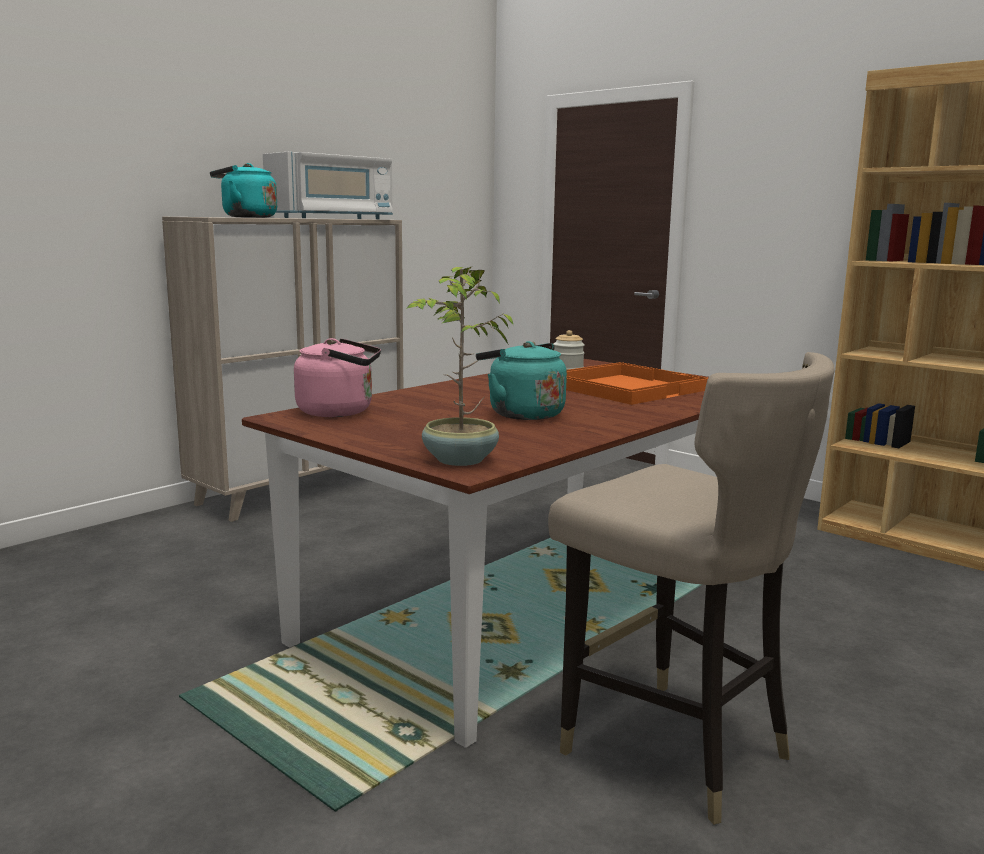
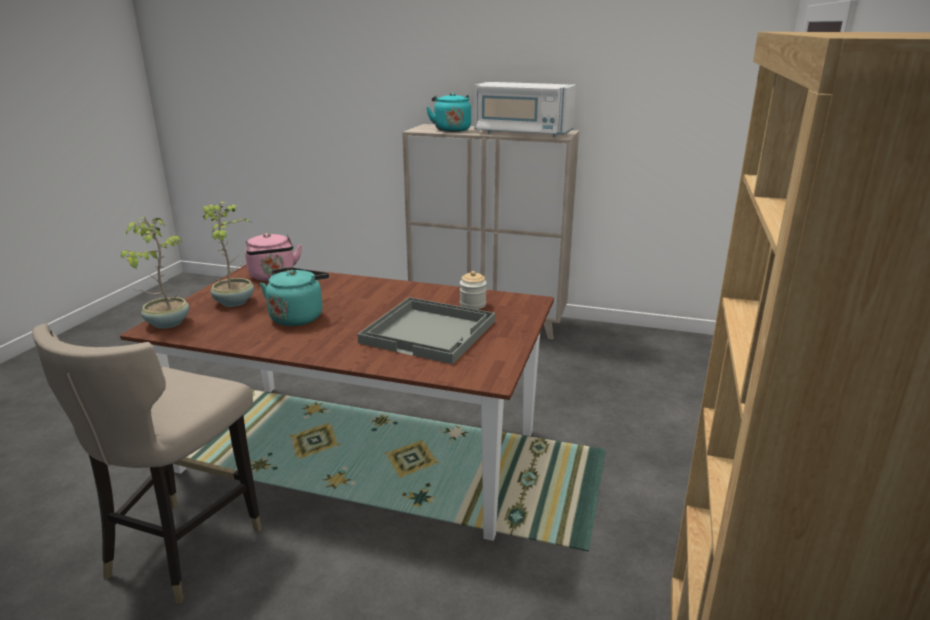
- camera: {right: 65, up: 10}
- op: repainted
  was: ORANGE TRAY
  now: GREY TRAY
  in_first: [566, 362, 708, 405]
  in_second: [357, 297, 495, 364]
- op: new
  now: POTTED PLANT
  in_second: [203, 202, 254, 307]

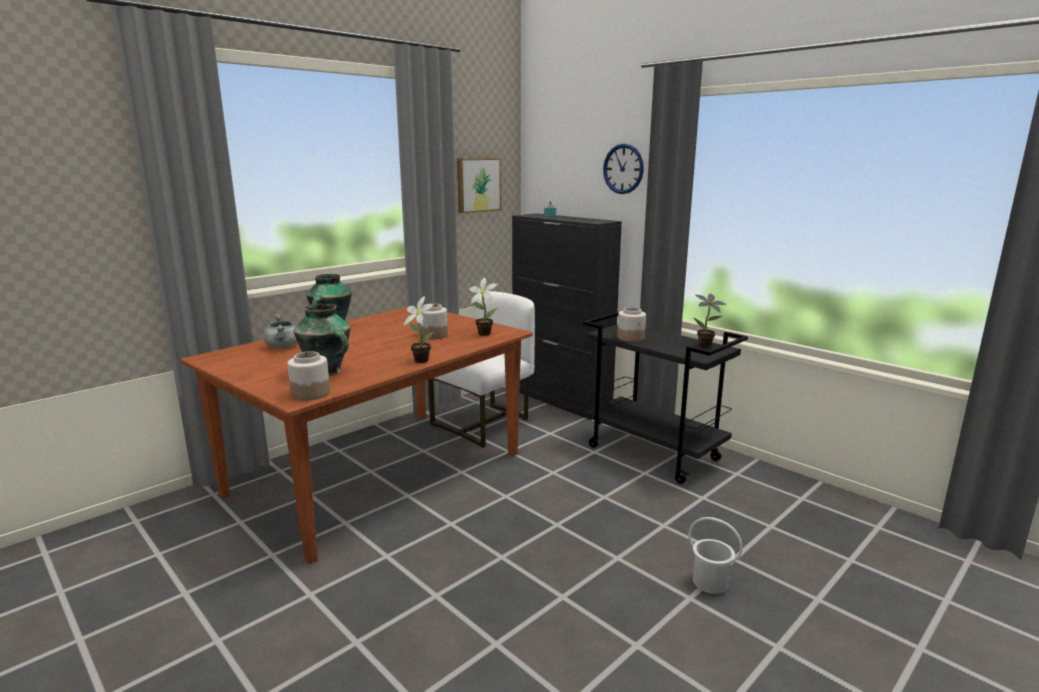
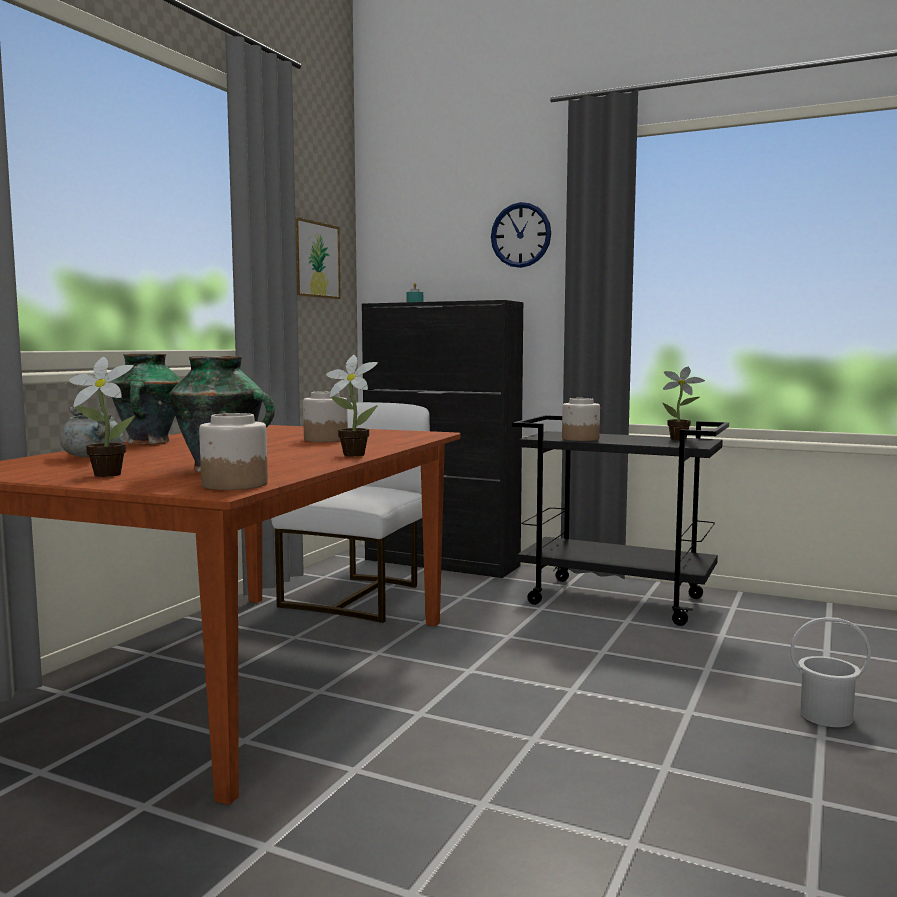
- camera: {right: -20, up: -10}
- op: shifted
  was: POTTED PLANT
  in_first: [469, 277, 498, 336]
  in_second: [69, 357, 135, 477]

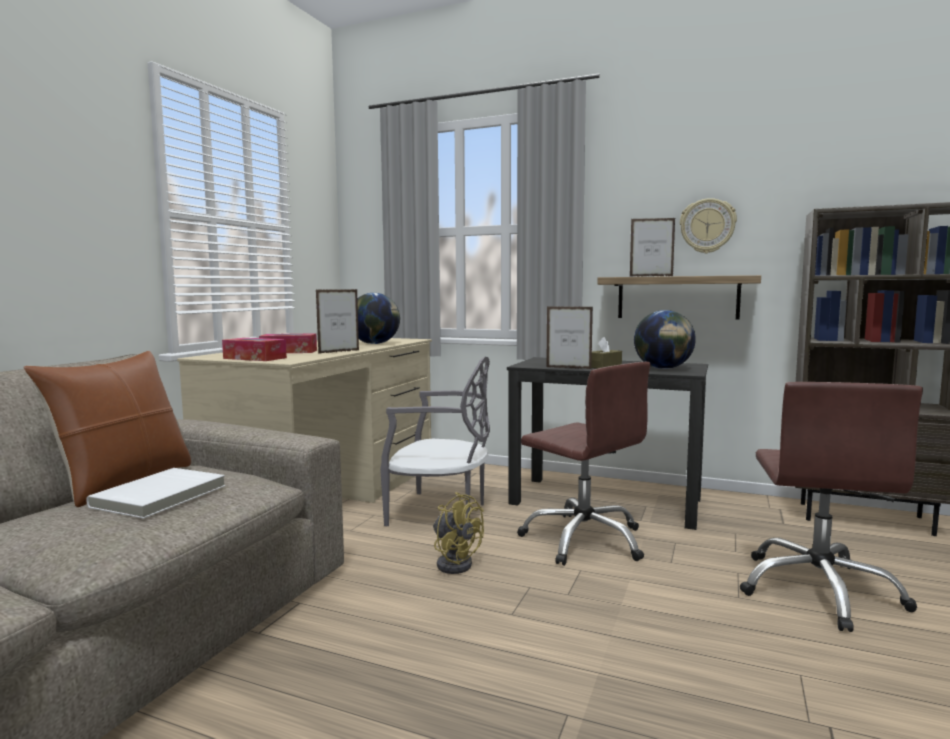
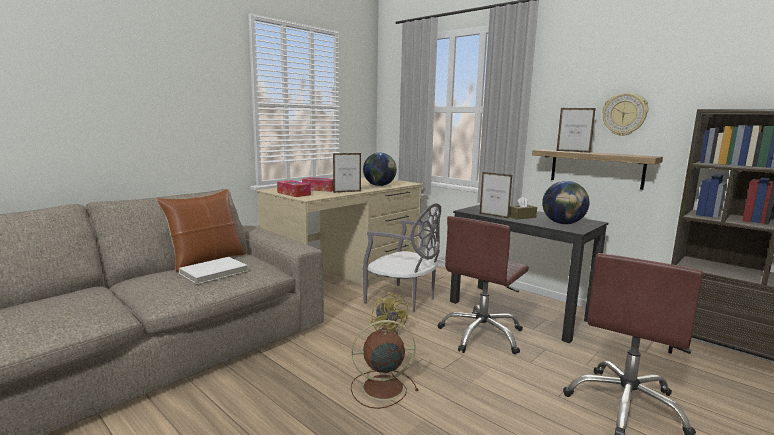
- camera: {right: 20, up: 5}
- op: rotated
  was: BROWN OFFICE CHAIR
  in_first: [517, 362, 650, 566]
  in_second: [437, 216, 529, 355]
  clockwise: 60
- op: new
  now: BROWN FAN
  in_second: [351, 320, 418, 409]

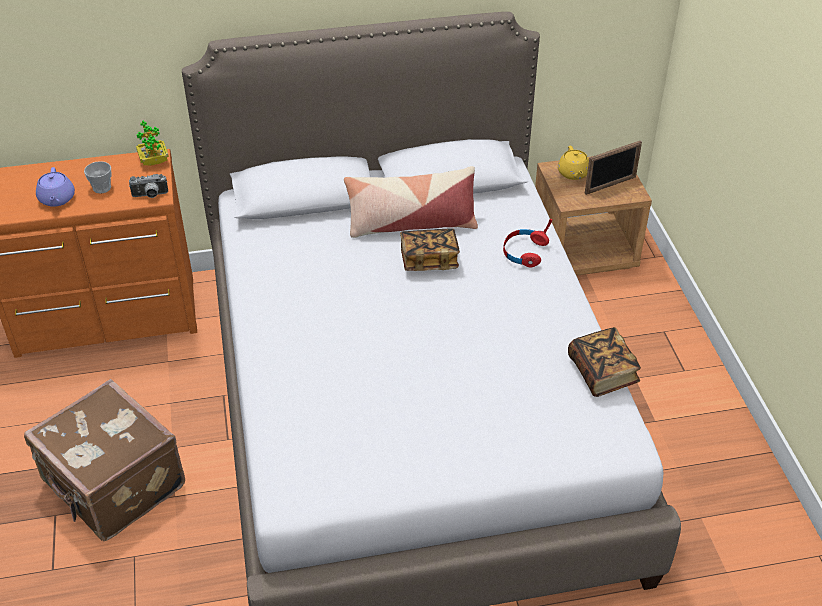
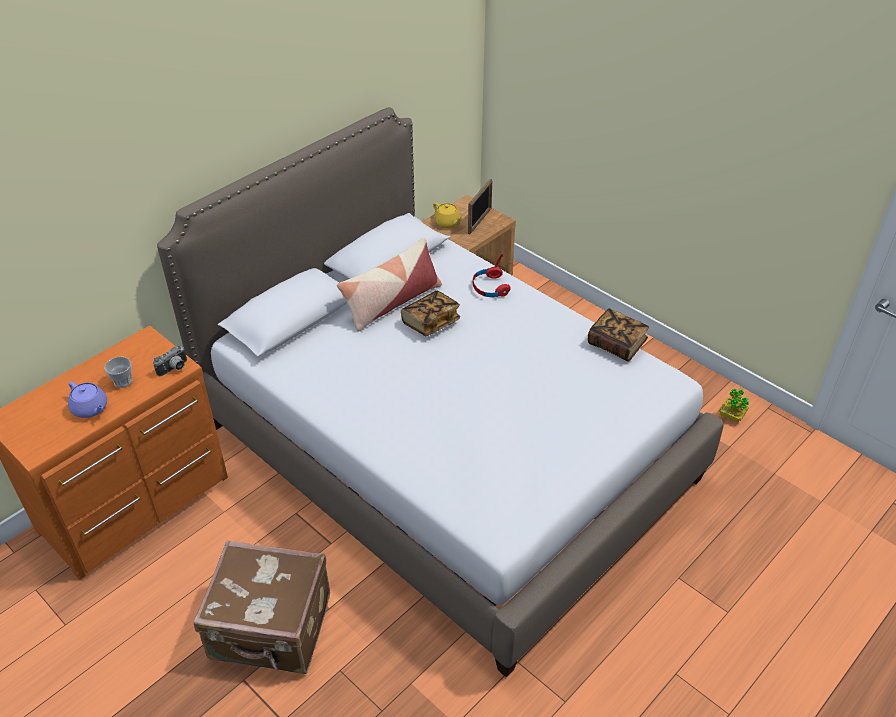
- camera: {right: -35, up: 0}
- op: shifted
  was: POTTED PLANT
  in_first: [136, 120, 169, 166]
  in_second: [719, 389, 749, 422]

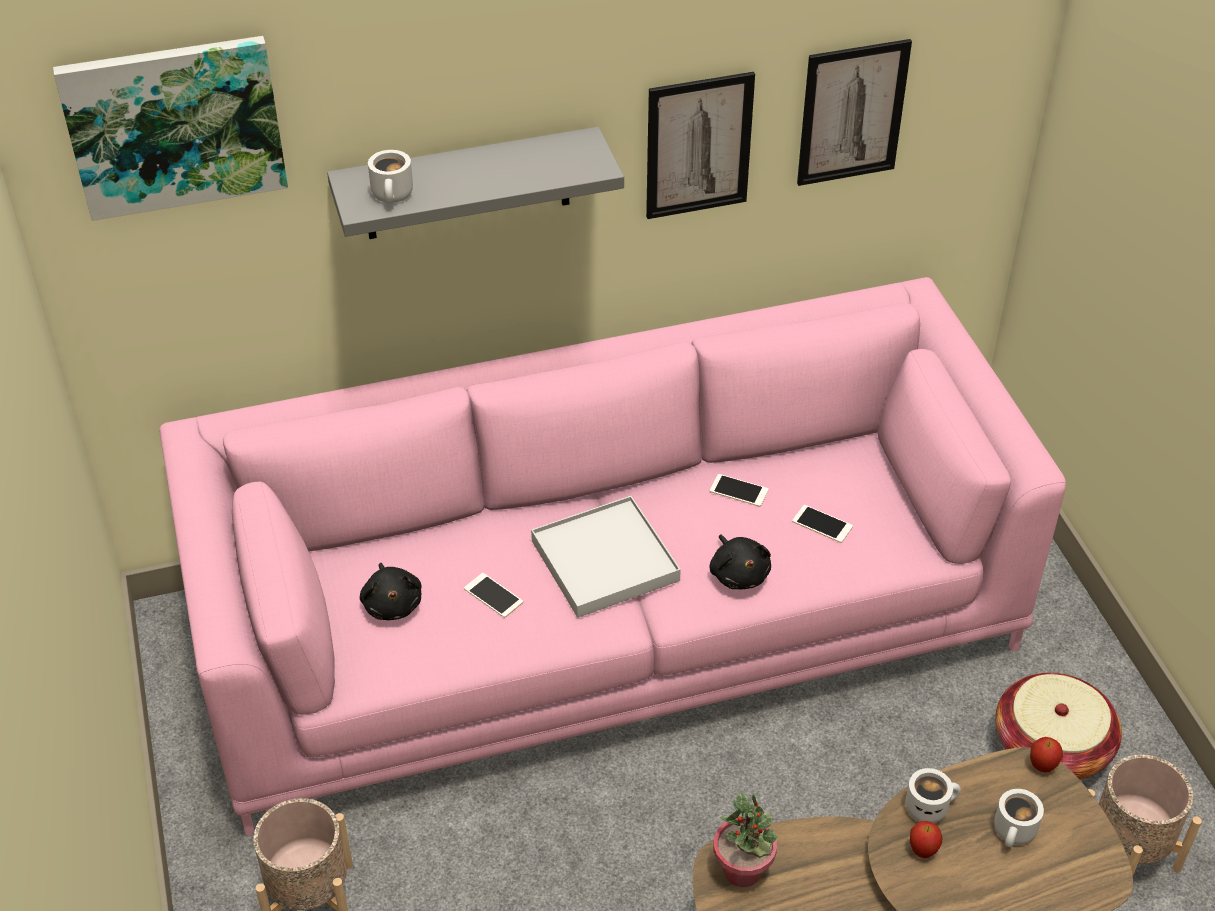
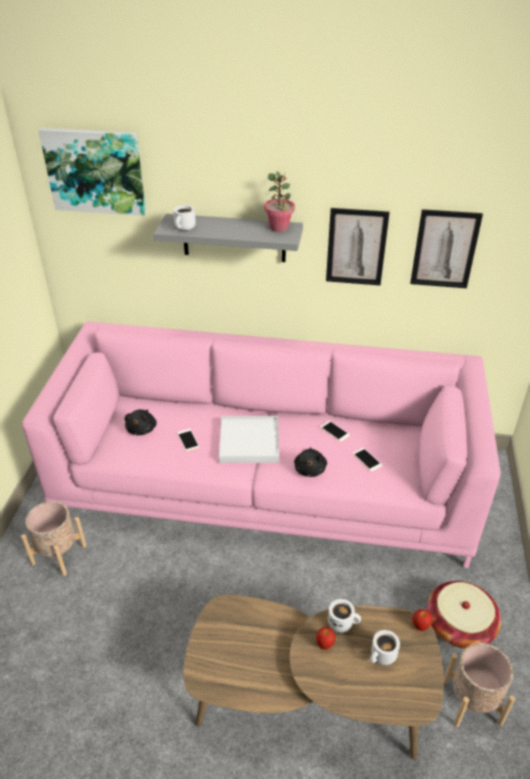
- camera: {right: 25, up: -5}
- op: shifted
  was: POTTED PLANT
  in_first: [713, 793, 778, 887]
  in_second: [264, 171, 295, 232]

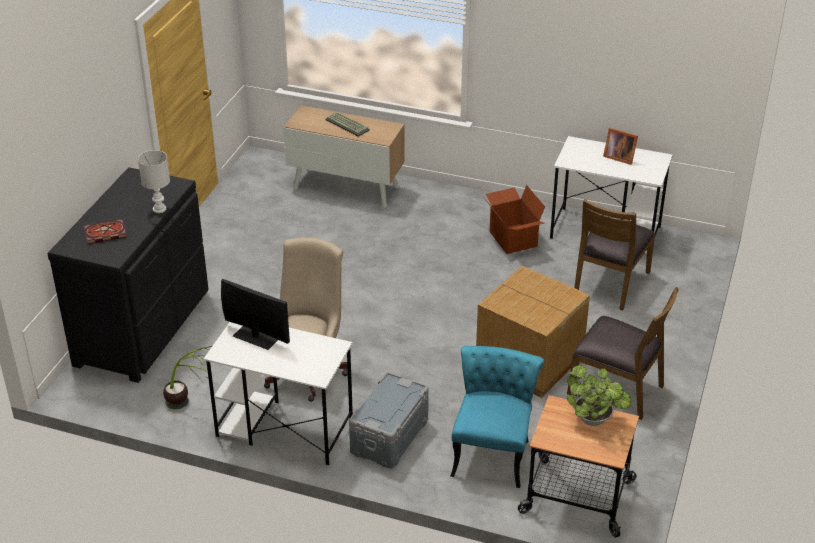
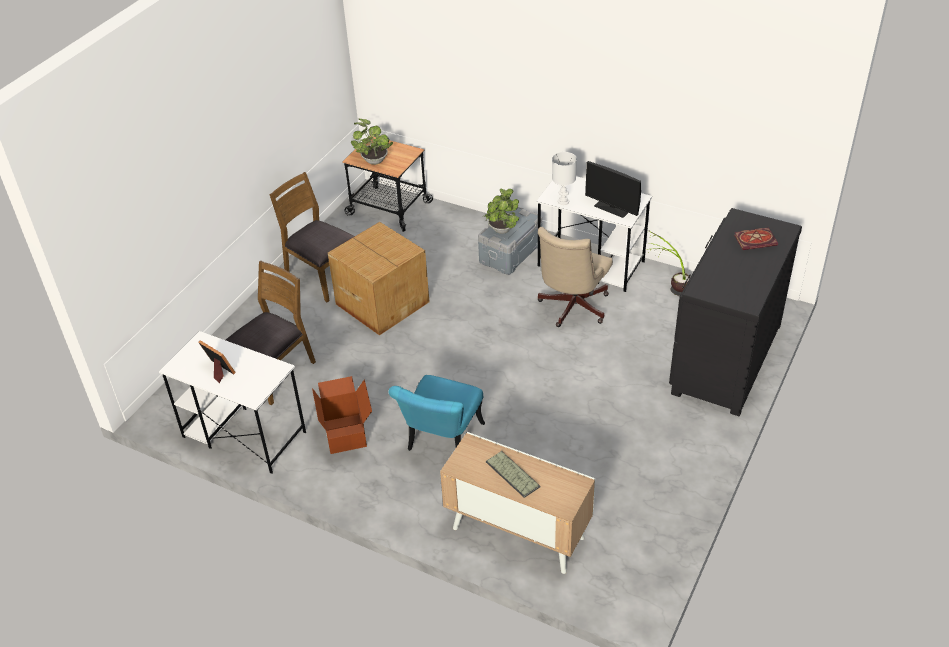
- camera: {right: -170, up: 5}
- op: shifted
  was: WHITE TABLE LAMP
  in_first: [138, 150, 170, 213]
  in_second: [552, 152, 577, 205]
- op: shifted
  was: TURQUOISE CHAIR
  in_first: [450, 346, 545, 488]
  in_second: [388, 375, 485, 451]
- op: new
  now: POTTED PLANT
  in_second: [482, 188, 519, 234]

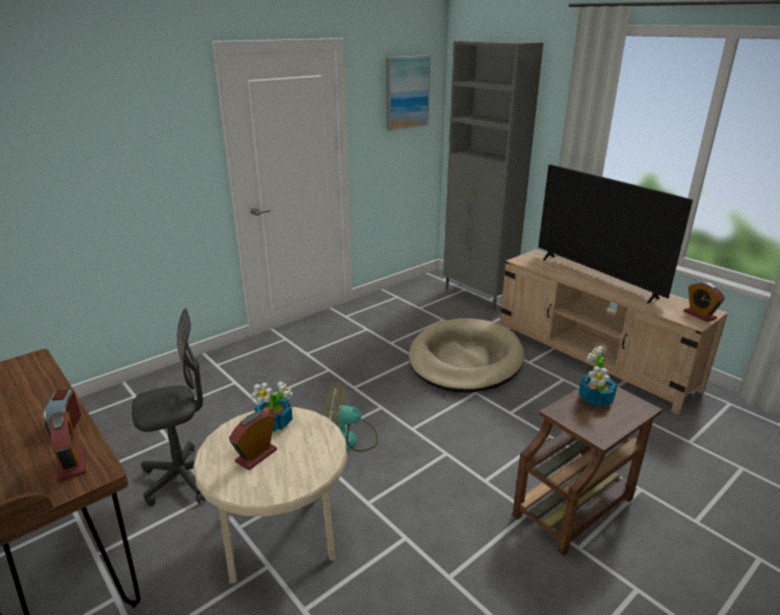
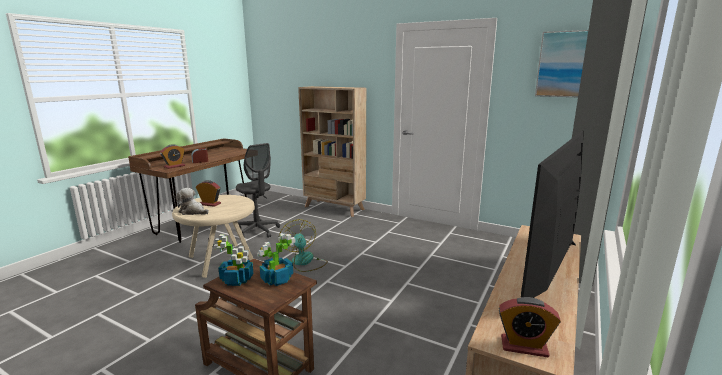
- camera: {right: 70, up: -10}
- op: shifted
  was: POTTED PLANT
  in_first: [251, 381, 293, 432]
  in_second: [214, 234, 253, 286]
- op: gone
  was: BEIGE DOG BED
  in_first: [409, 318, 524, 393]
- op: rotated
  was: ALARM CLOCK
  in_first: [684, 282, 725, 322]
  in_second: [499, 297, 561, 357]
  clockwise: -120
- op: new
  now: PLUSH TOY
  in_second: [176, 188, 209, 215]
- op: new
  now: BEIGE BOOKCASE
  in_second: [298, 86, 366, 217]

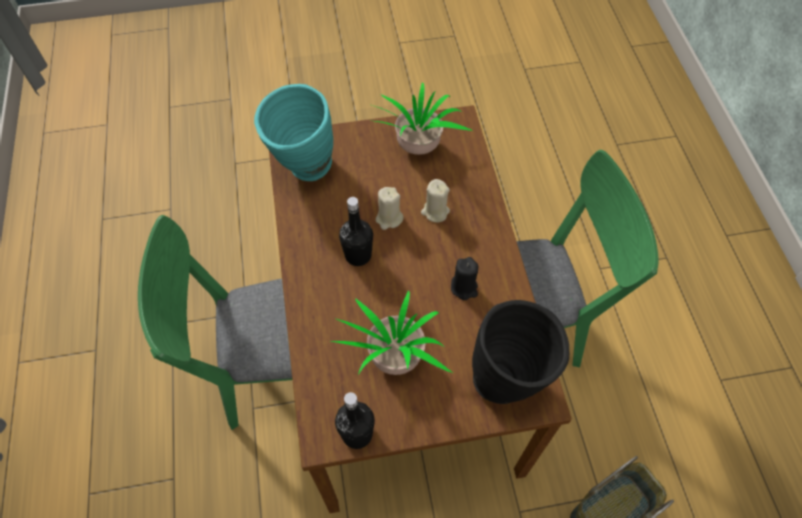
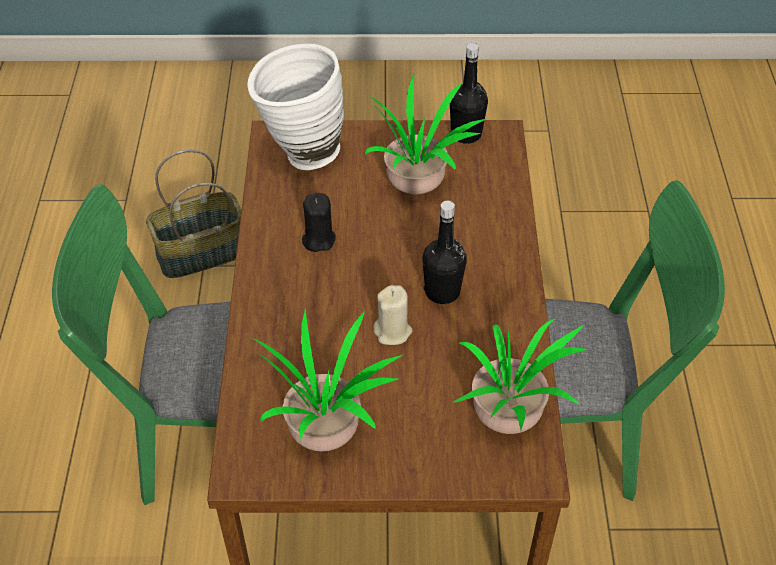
- camera: {right: -170, up: -10}
- op: swapped
  was: TURQUOISE VASE
  now: POTTED PLANT
  in_first: [254, 84, 333, 181]
  in_second: [453, 319, 589, 434]
- op: gone
  was: BEIGE CANDLE
  in_first: [421, 179, 450, 222]
- op: repainted
  was: BLACK VASE
  now: WHITE VASE
  in_first: [472, 300, 569, 404]
  in_second: [247, 44, 344, 170]

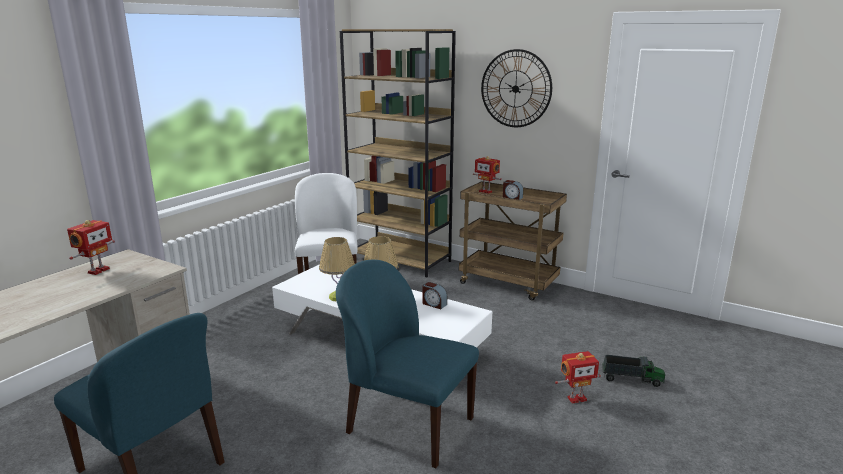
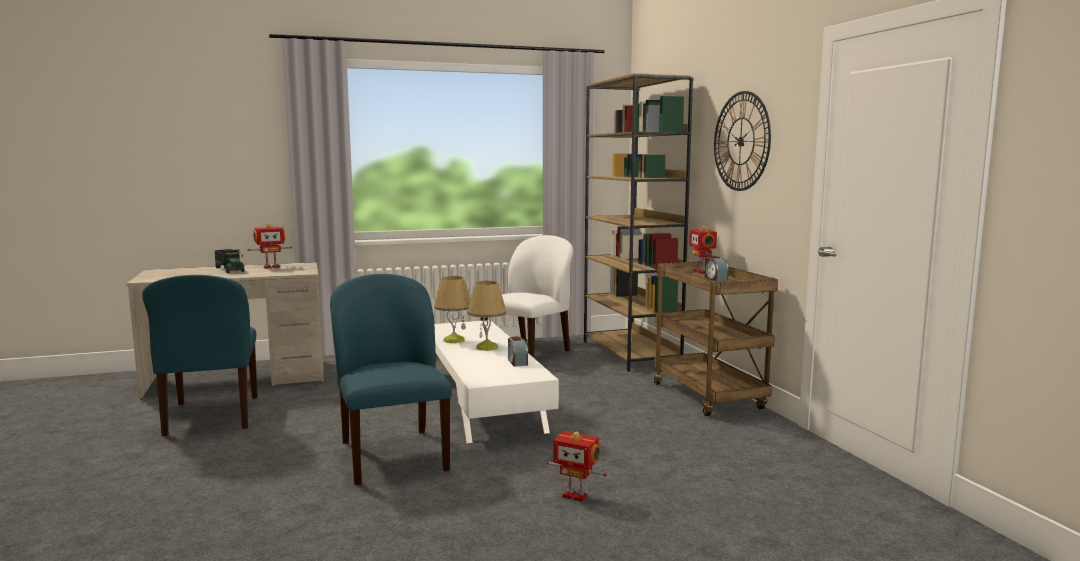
- camera: {right: 40, up: -10}
- op: shifted
  was: TOY TRUCK
  in_first: [602, 355, 665, 387]
  in_second: [215, 249, 244, 273]

